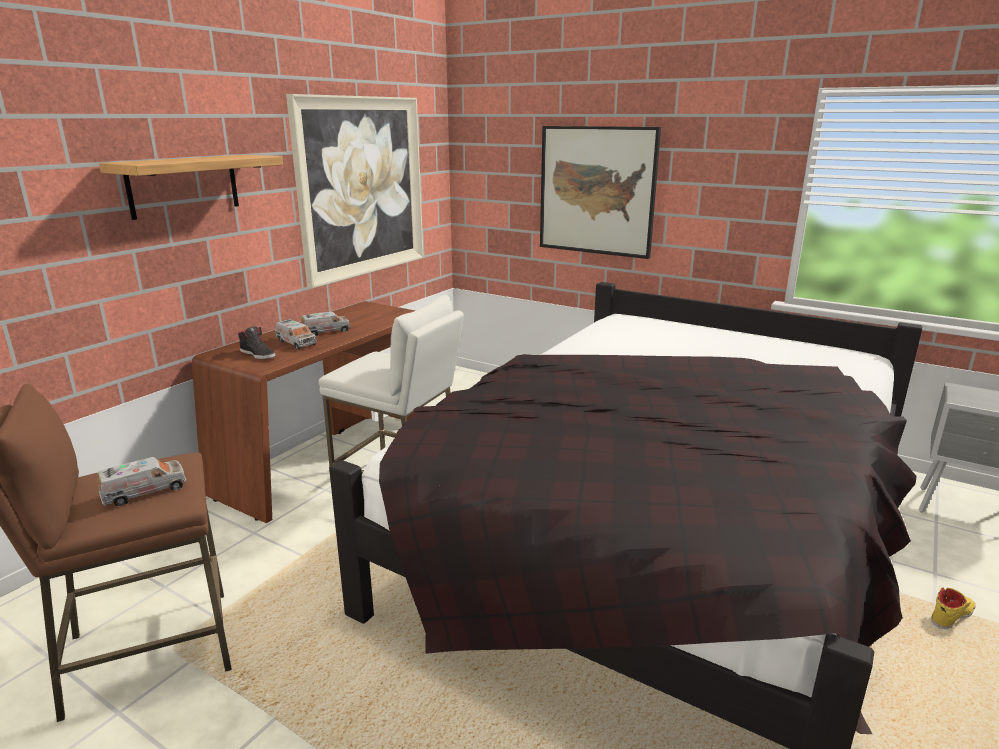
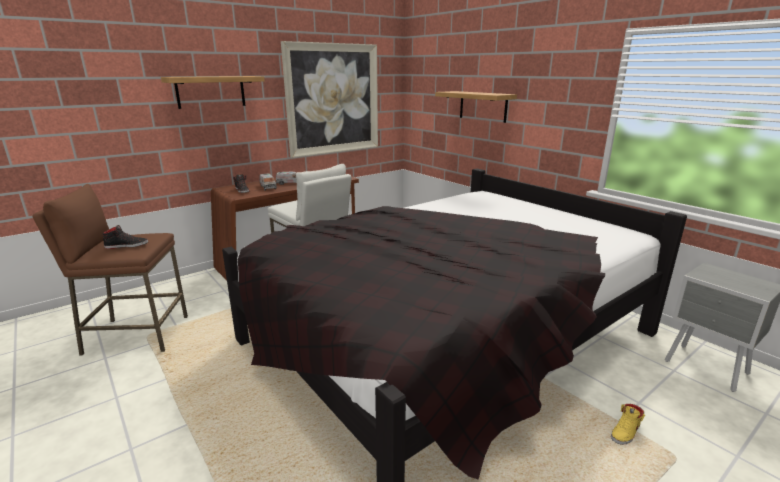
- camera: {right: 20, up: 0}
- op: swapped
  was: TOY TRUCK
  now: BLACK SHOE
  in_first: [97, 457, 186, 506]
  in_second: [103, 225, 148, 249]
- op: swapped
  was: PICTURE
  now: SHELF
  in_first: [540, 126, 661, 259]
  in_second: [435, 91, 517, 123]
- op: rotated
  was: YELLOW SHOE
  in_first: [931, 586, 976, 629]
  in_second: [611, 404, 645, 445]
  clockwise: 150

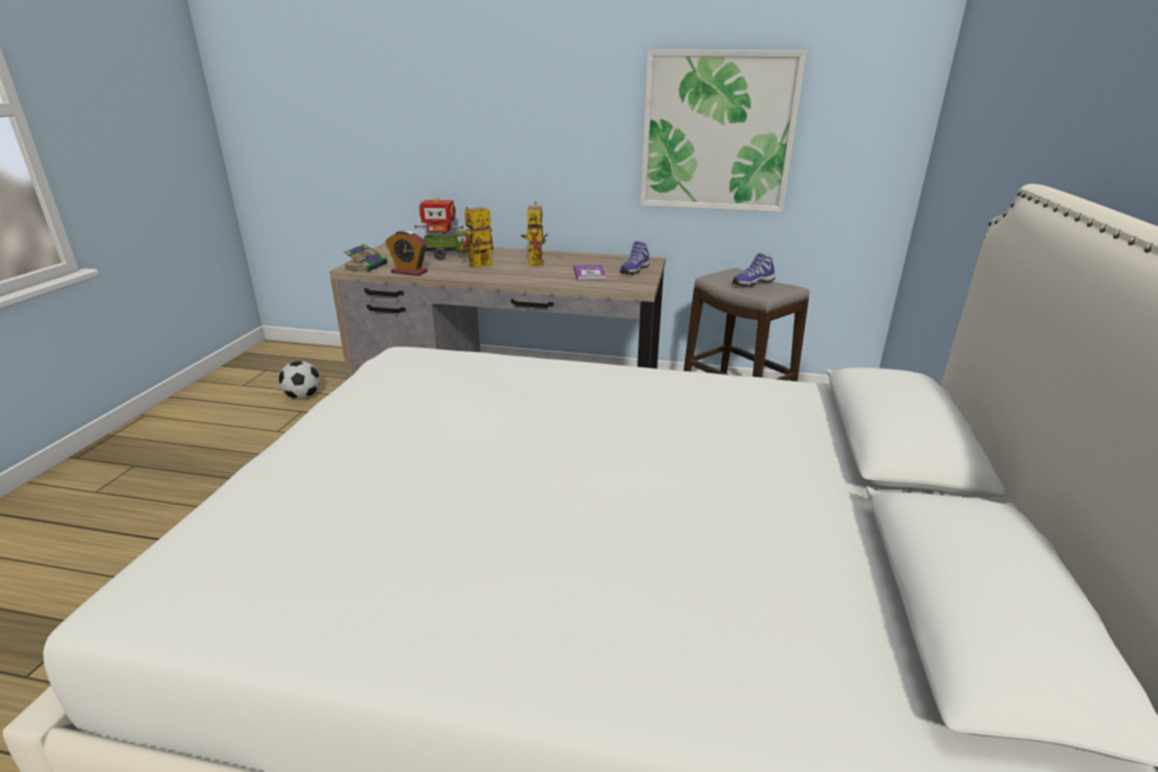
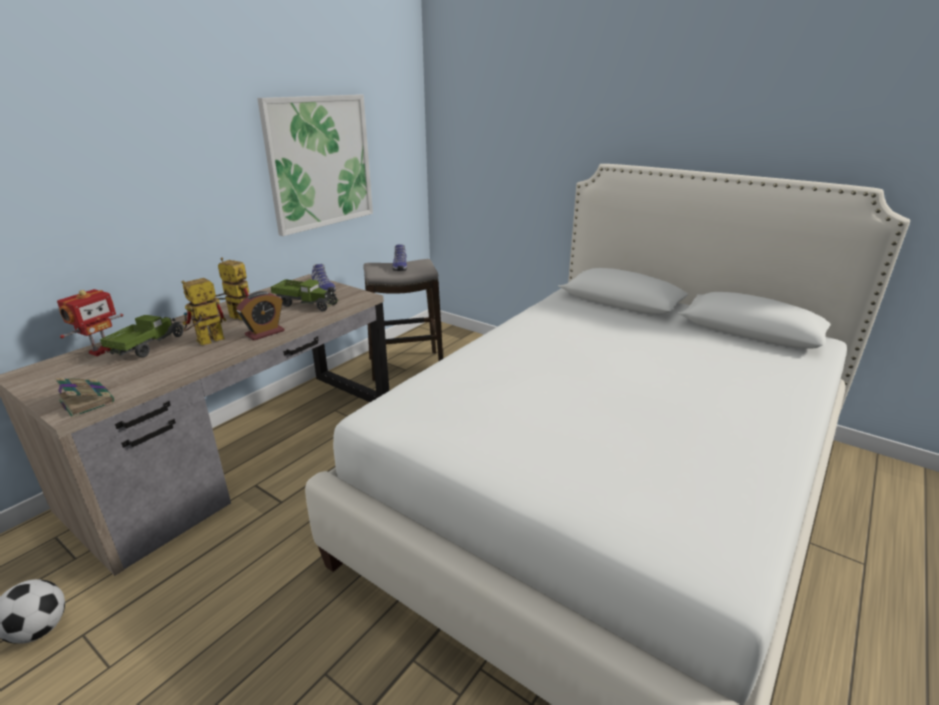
- camera: {right: -65, up: 0}
- op: shifted
  was: ALARM CLOCK
  in_first: [386, 230, 428, 276]
  in_second: [236, 291, 285, 340]
- op: rotated
  was: TOY ROBOT
  in_first: [459, 207, 494, 268]
  in_second: [181, 278, 226, 345]
  clockwise: 60
- op: swapped
  was: BOOK
  now: TOY TRUCK
  in_first: [574, 265, 606, 280]
  in_second: [270, 279, 337, 311]

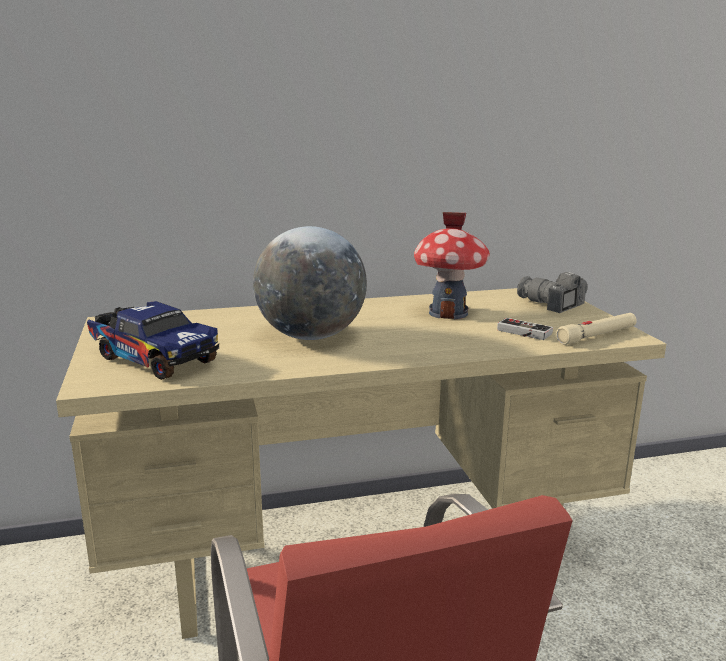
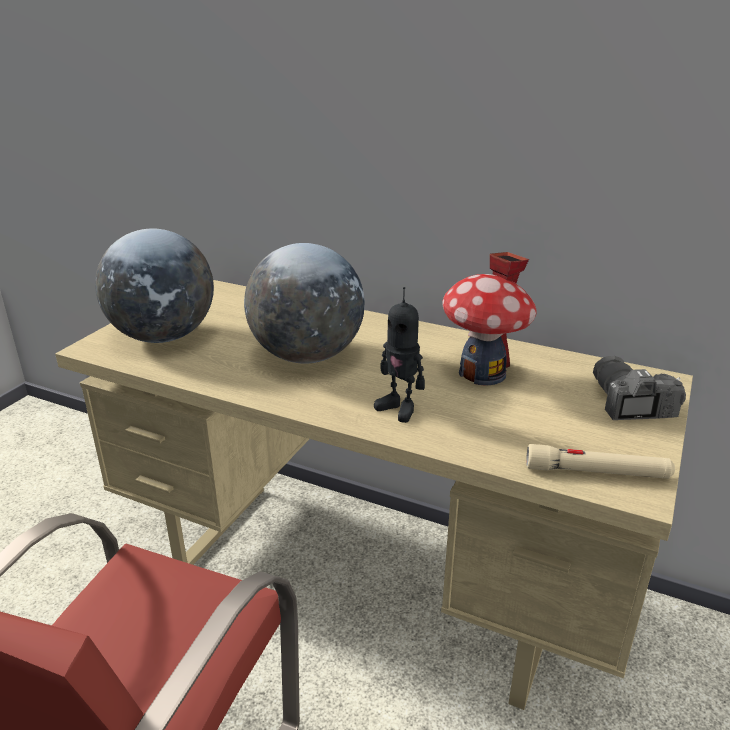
- camera: {right: 40, up: 10}
- op: swapped
  was: TOY TRUCK
  now: GLOBE
  in_first: [87, 301, 219, 380]
  in_second: [95, 229, 214, 343]
- op: gone
  was: GAME CONTROLLER
  in_first: [497, 318, 553, 340]
- op: new
  now: TOY ROBOT
  in_second: [374, 287, 425, 423]

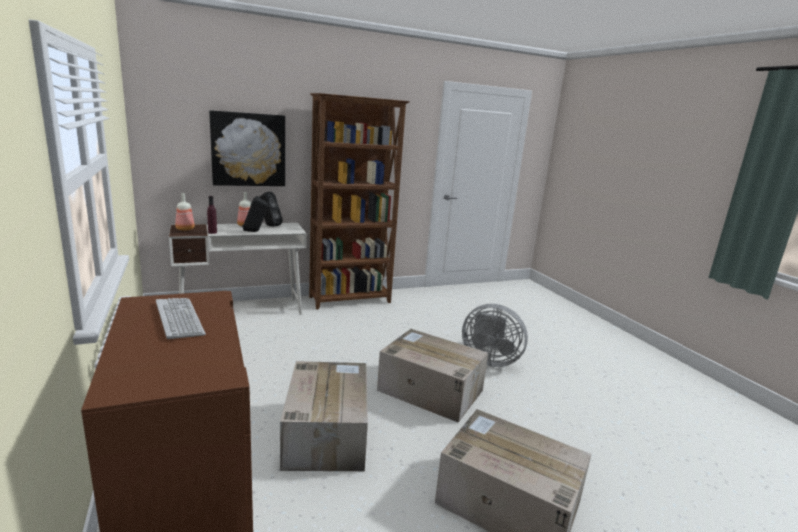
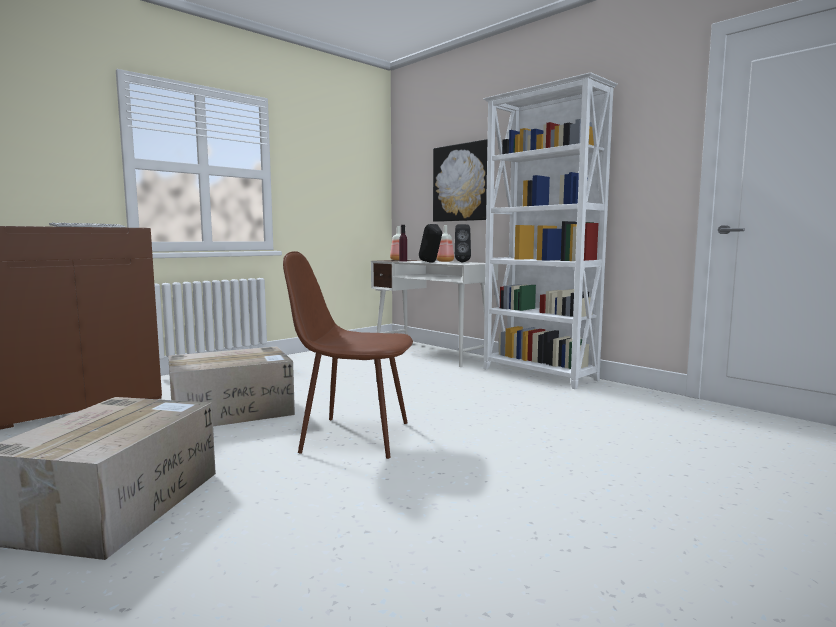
- camera: {right: 70, up: -10}
- op: repainted
  was: BROWN BOOKCASE
  now: WHITE BOOKCASE
  in_first: [309, 93, 410, 310]
  in_second: [483, 72, 618, 389]
- op: swapped
  was: CARDBOARD BOX
  now: BROWN CHAIR
  in_first: [377, 329, 488, 423]
  in_second: [283, 251, 413, 459]
- op: gone
  was: GREY FAN
  in_first: [462, 304, 528, 367]

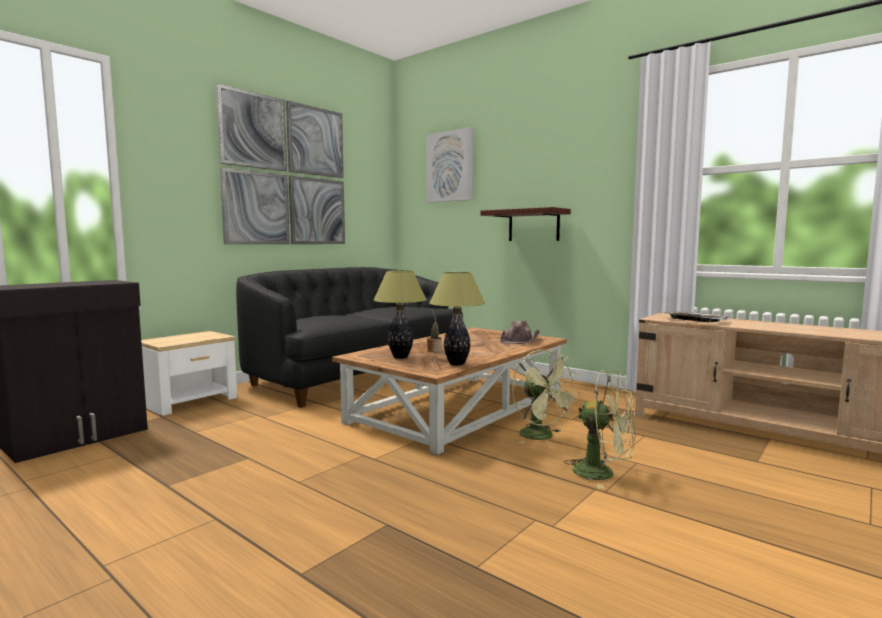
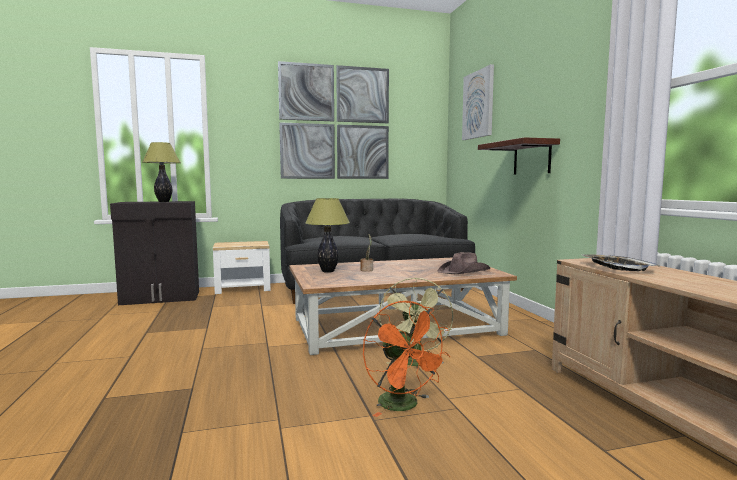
- camera: {right: 35, up: 0}
- op: shifted
  was: TABLE LAMP
  in_first: [429, 272, 485, 366]
  in_second: [142, 142, 181, 202]
- op: repainted
  was: GREEN FAN
  now: ORANGE FAN
  in_first: [564, 370, 636, 489]
  in_second: [363, 301, 450, 417]

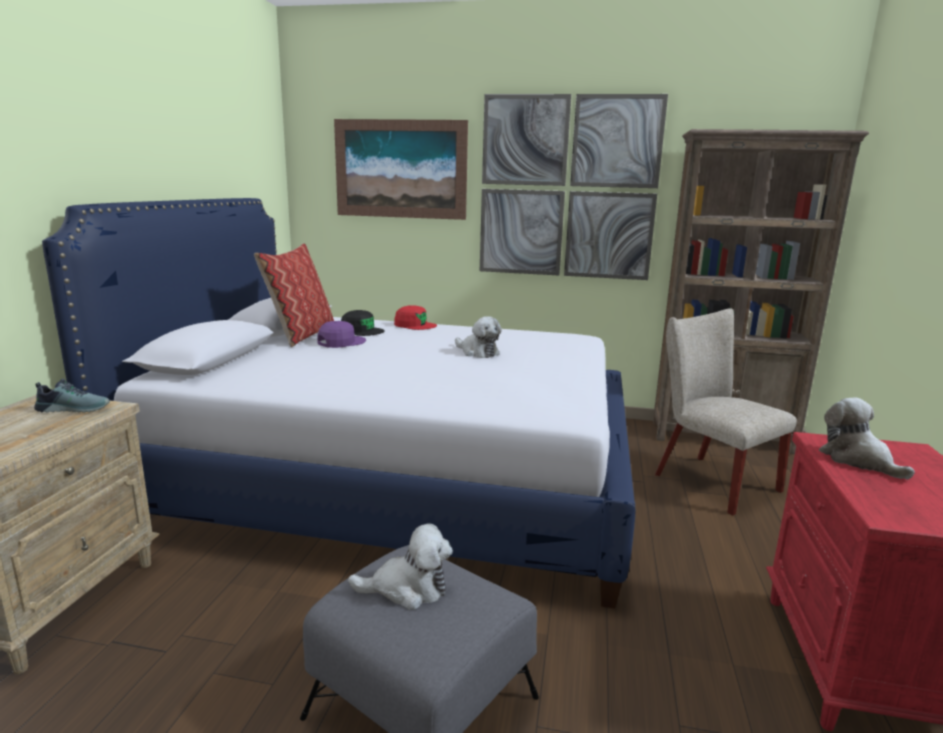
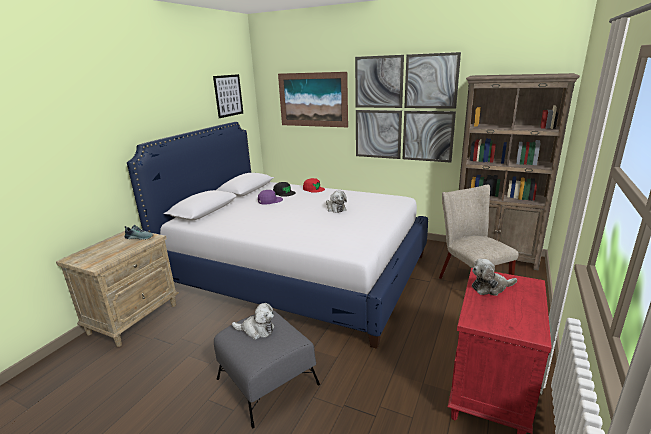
- camera: {right: 15, up: 5}
- op: gone
  was: PILLOW
  in_first: [254, 243, 334, 347]
- op: rotated
  was: PLUSH TOY
  in_first: [819, 398, 915, 480]
  in_second: [472, 259, 517, 296]
  clockwise: -90
- op: new
  now: PICTURE
  in_second: [213, 74, 243, 118]

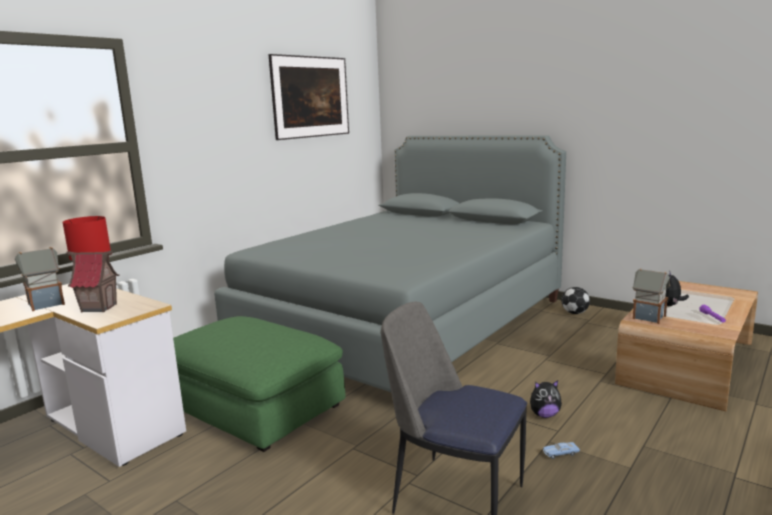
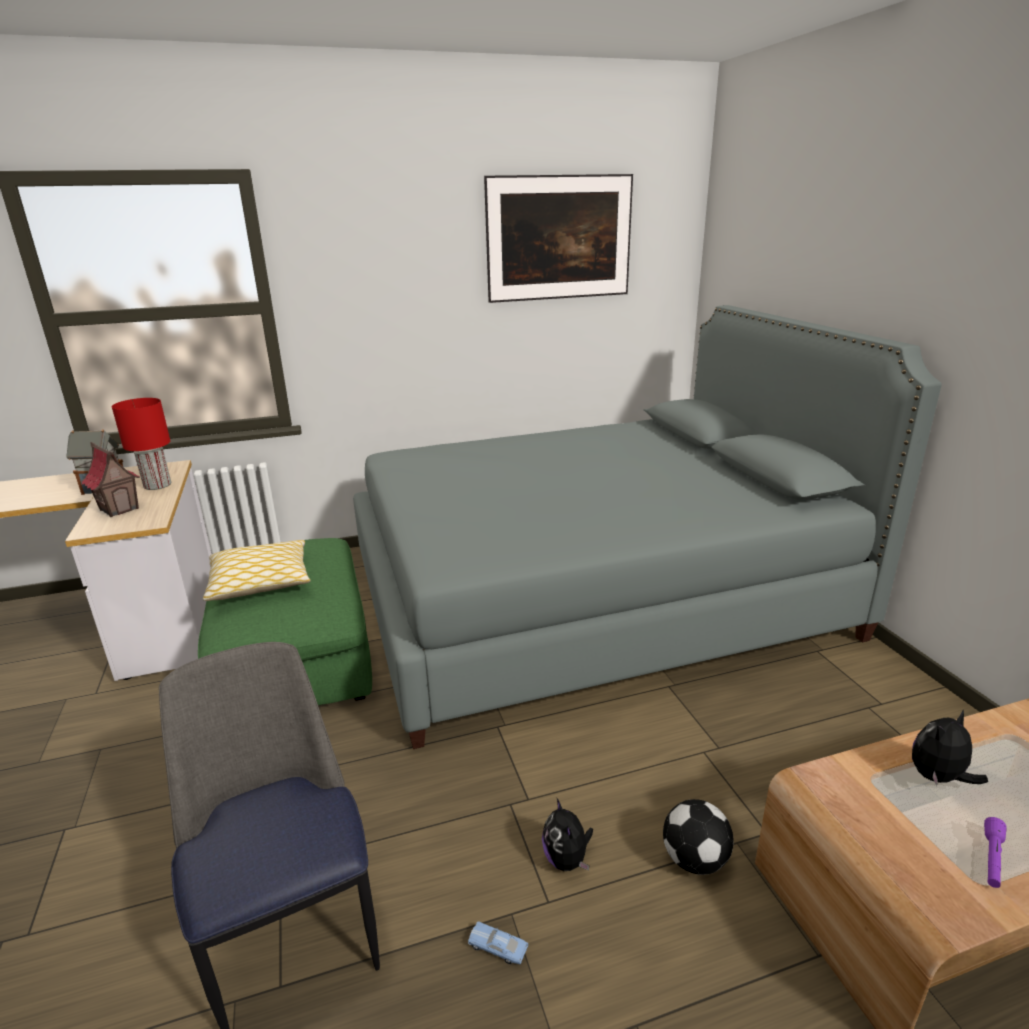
- camera: {right: 35, up: 10}
- op: rotated
  was: PLUSH TOY
  in_first: [530, 380, 562, 418]
  in_second: [542, 799, 593, 871]
  clockwise: 45
- op: shifted
  was: FOOTBALL
  in_first: [561, 287, 590, 314]
  in_second: [663, 799, 734, 875]
- op: gone
  was: TOY HOUSE
  in_first: [632, 268, 670, 324]
- op: new
  now: PILLOW
  in_second: [203, 540, 311, 601]

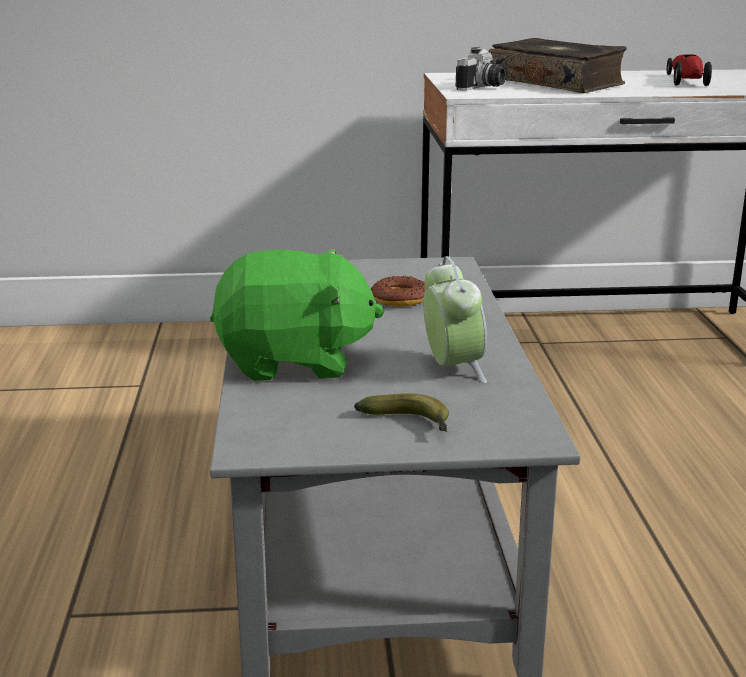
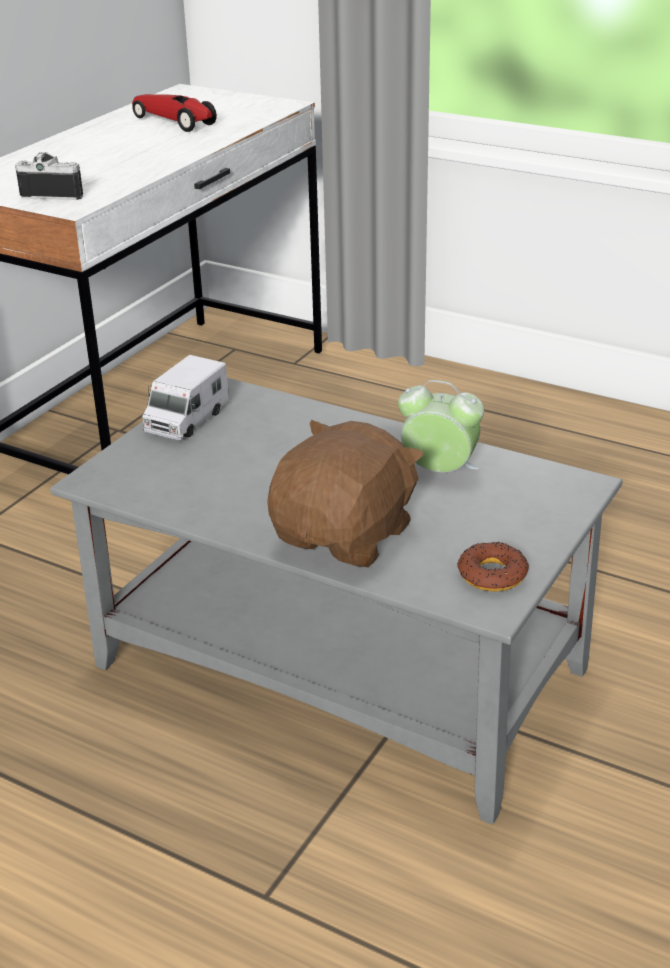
- camera: {right: -55, up: 10}
- op: repainted
  was: GREEN PLUSH TOY
  now: BROWN PLUSH TOY
  in_first: [210, 249, 384, 381]
  in_second: [267, 420, 424, 567]
- op: gone
  was: BANANA
  in_first: [354, 394, 449, 432]
- op: shifted
  was: DONUT
  in_first: [371, 276, 426, 307]
  in_second: [457, 542, 529, 591]
- op: rotated
  was: PHOTO CAMERA
  in_first: [456, 47, 507, 91]
  in_second: [15, 152, 83, 200]
  clockwise: -60
- op: gone
  was: BOOK
  in_first: [488, 38, 627, 93]
- op: new
  now: TOY TRUCK
  in_second: [142, 355, 229, 440]

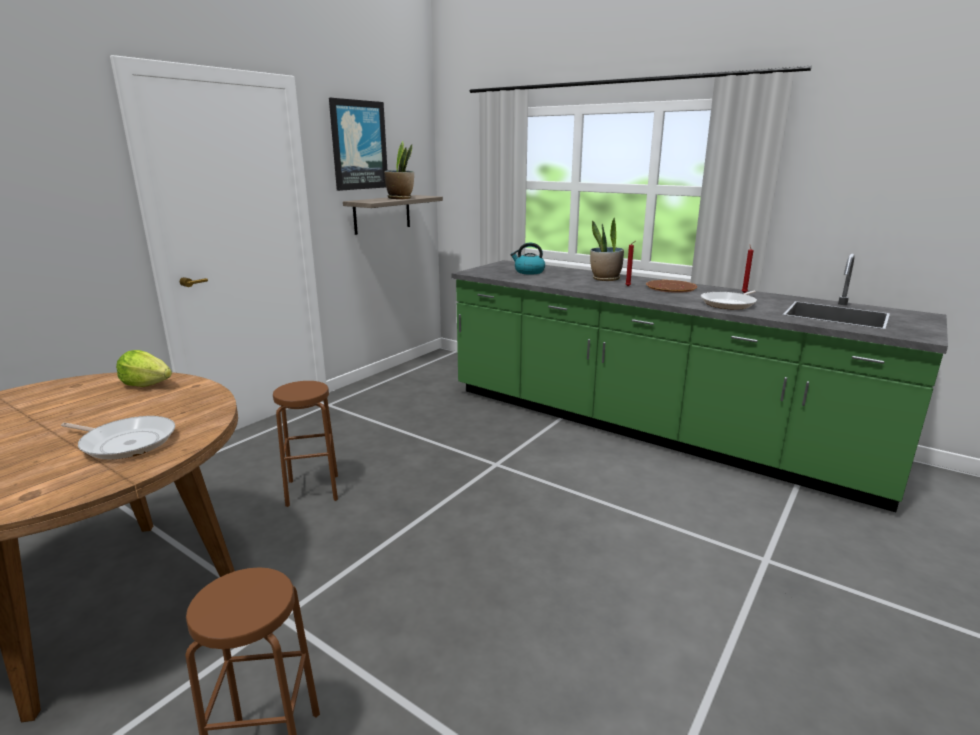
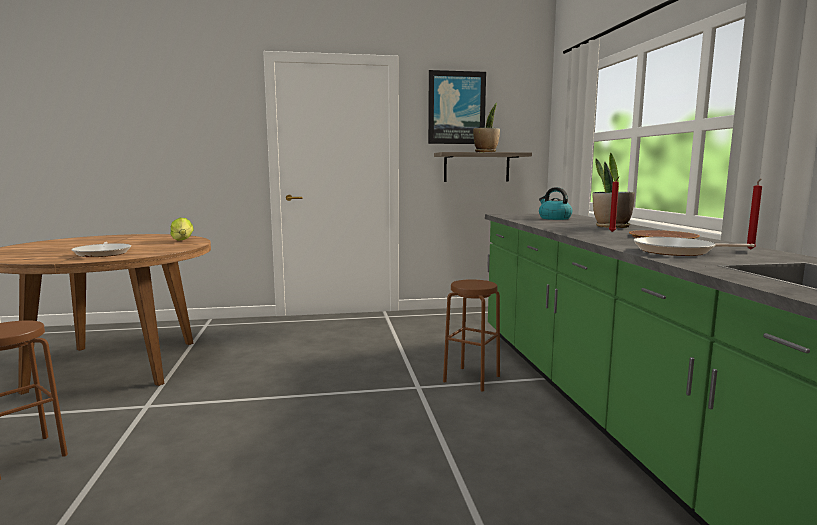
- camera: {right: 45, up: -10}
- op: shifted
  was: BROWN STOOL
  in_first: [273, 381, 338, 507]
  in_second: [443, 279, 500, 391]

